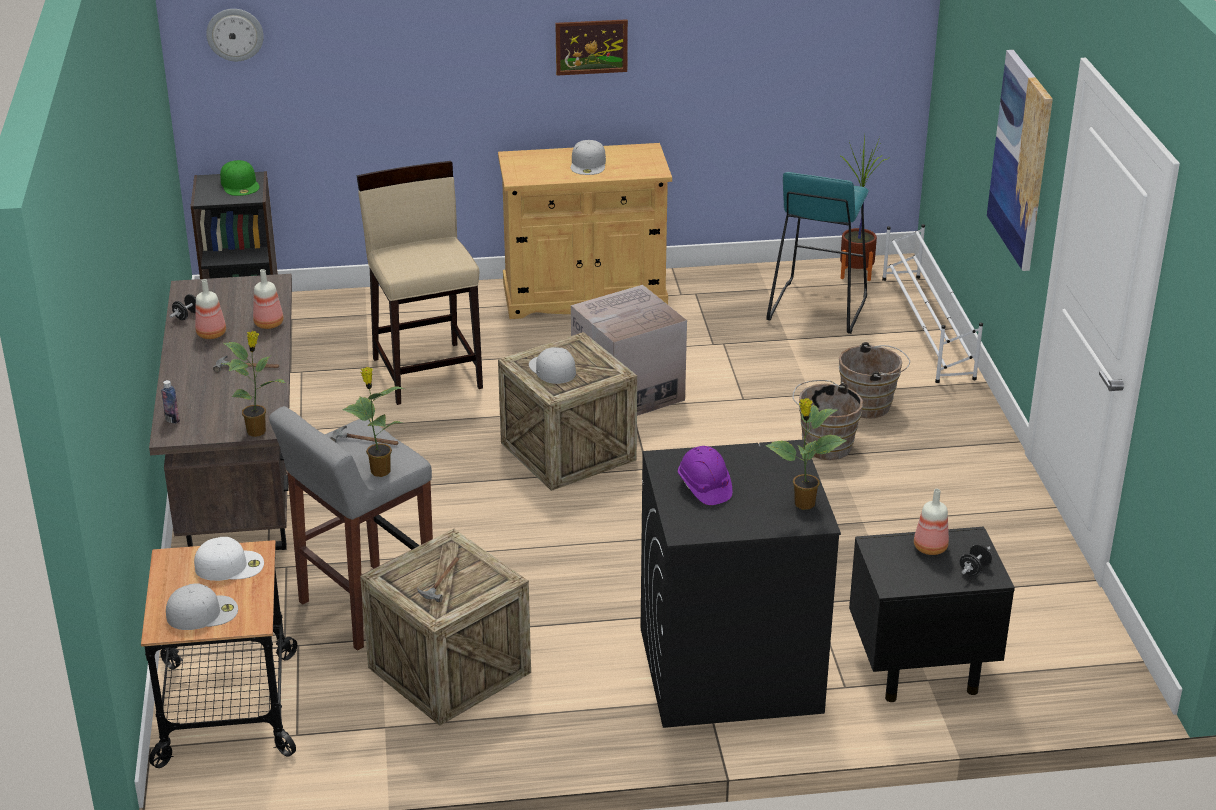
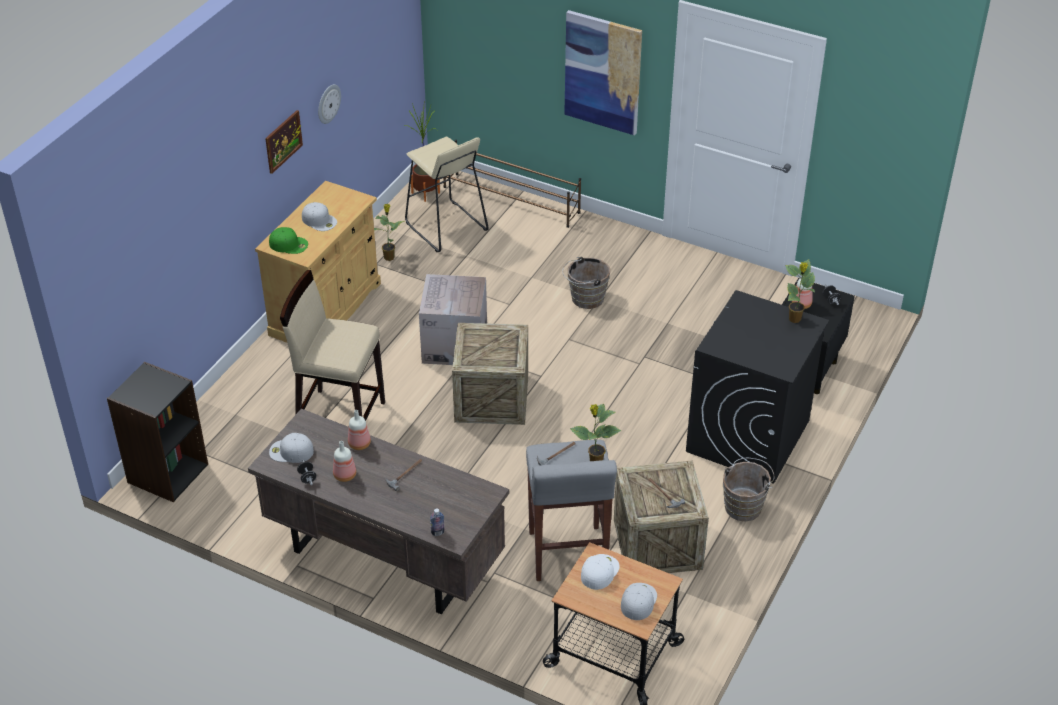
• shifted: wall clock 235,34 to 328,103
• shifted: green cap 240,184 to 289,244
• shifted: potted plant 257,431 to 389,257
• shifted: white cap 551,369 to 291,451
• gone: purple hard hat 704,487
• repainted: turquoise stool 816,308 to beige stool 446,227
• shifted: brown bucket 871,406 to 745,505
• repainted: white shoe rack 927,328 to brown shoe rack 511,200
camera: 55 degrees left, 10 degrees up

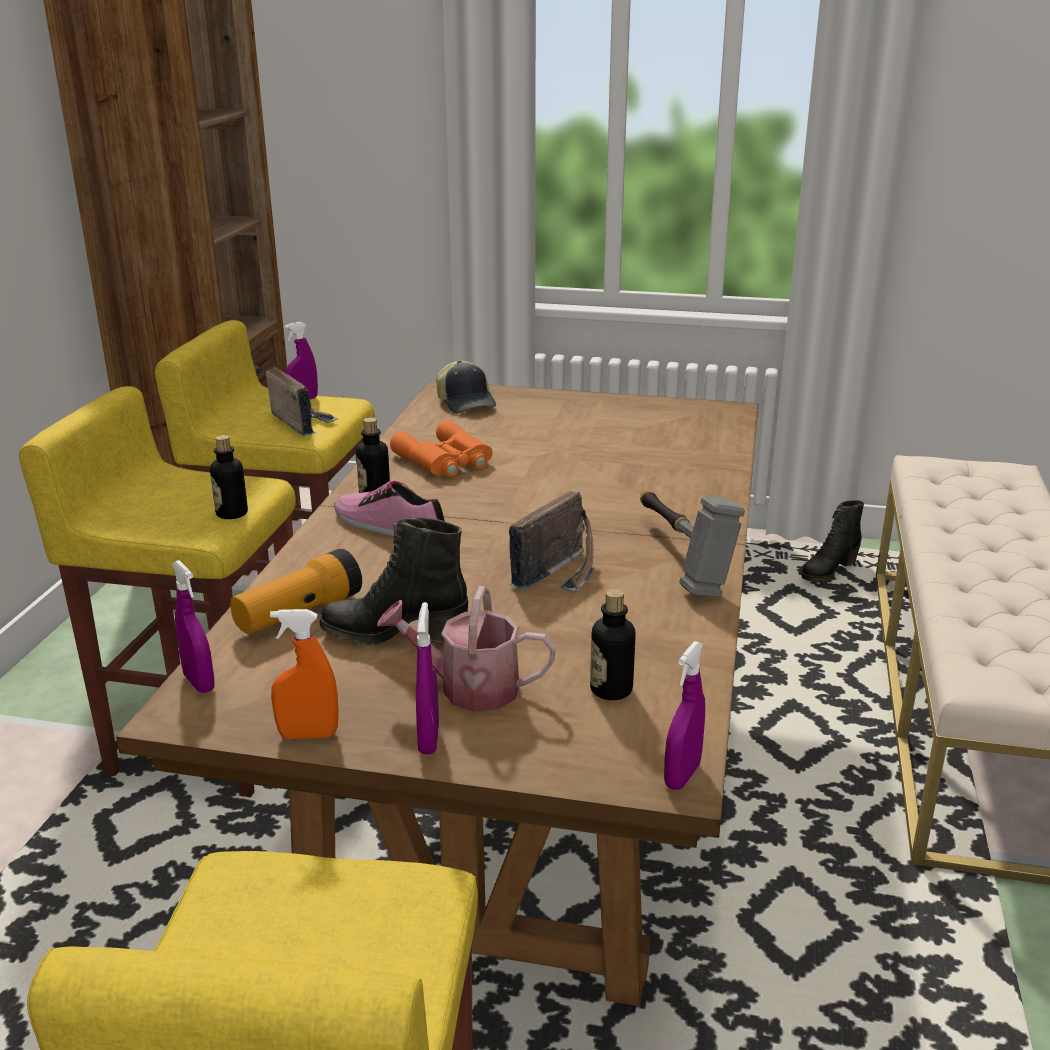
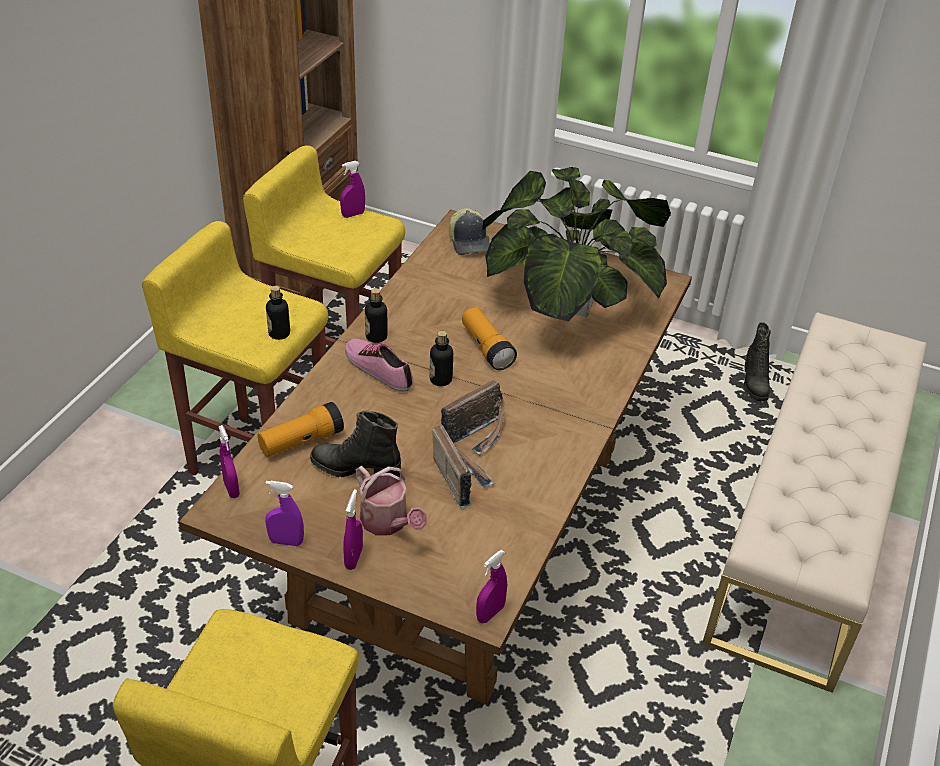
• shifted: radio 302,422 to 460,478
• repainted: orange spray bottle 308,735 to purple spray bottle 286,541
• rotated: watering can 468,688 = 388,523 150 degrees counterclockwise
• gone: orange binoculars 445,461
• shifted: bottle 611,689 to 440,379
• gone: hammer 680,560
• rotated: black boot 828,571 = 754,383 60 degrees counterclockwise
• new: flashlight 486,348
• new: potted plant 570,299
camera: 10 degrees right, 15 degrees up

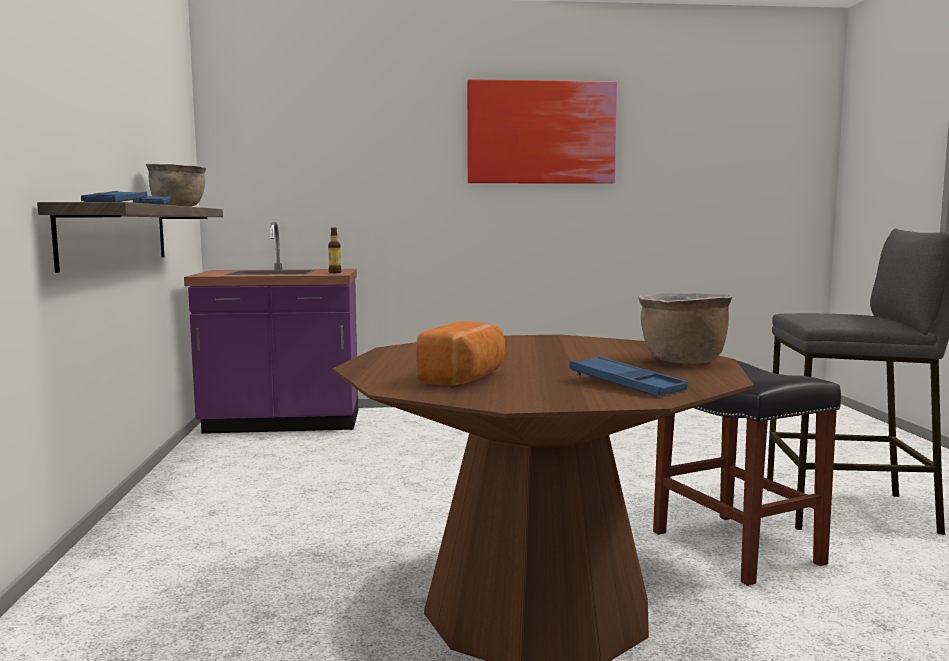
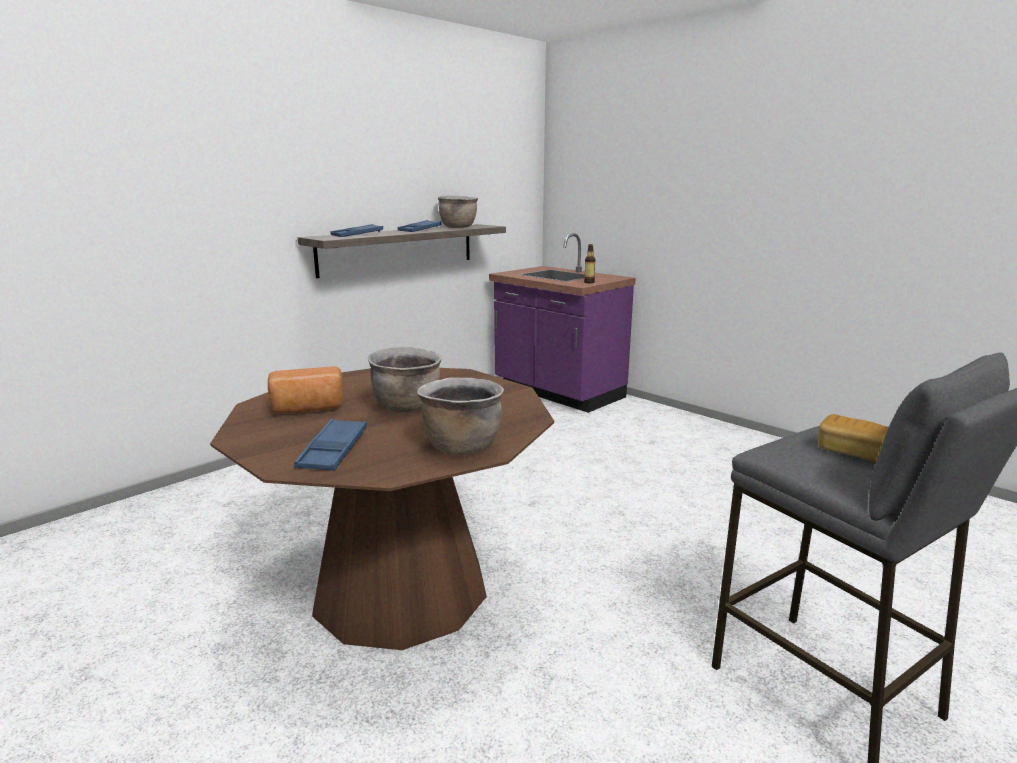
• gone: picture 541,133
• gone: black stool 738,548
• new: brown cooking pot 407,407
• new: bread 854,453
camera: 50 degrees right, 10 degrees up

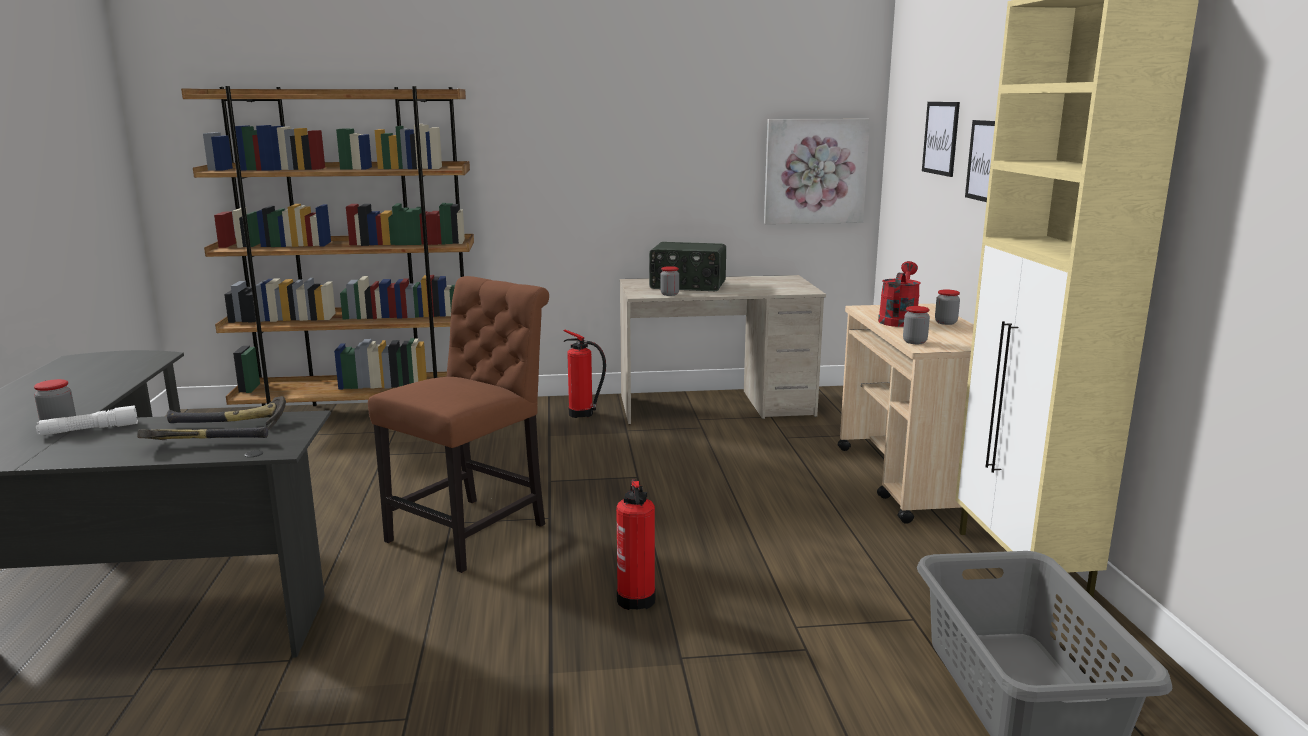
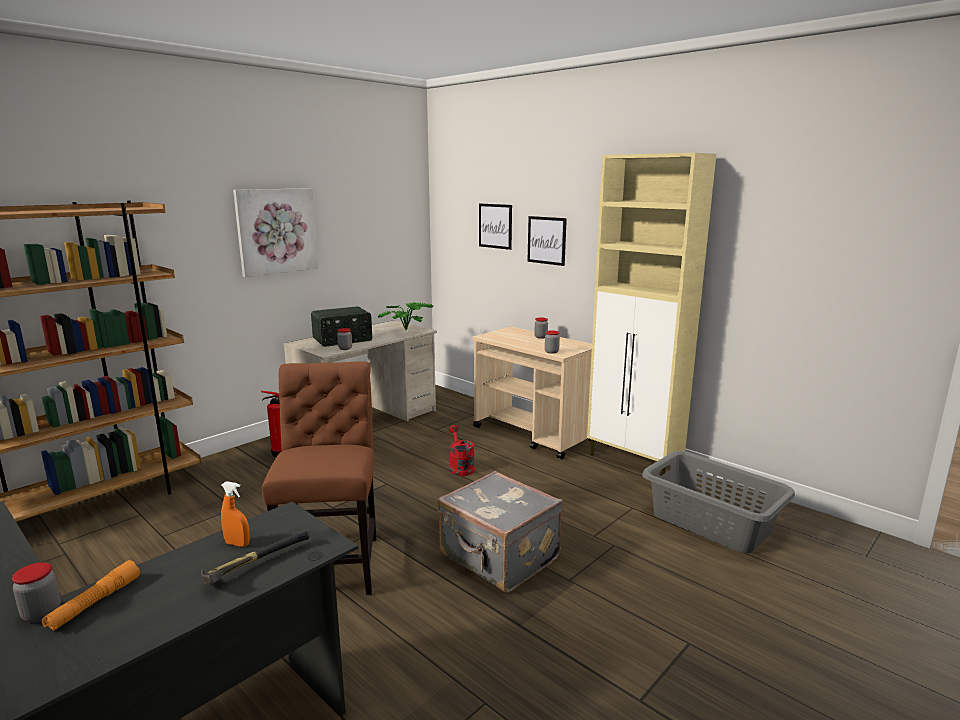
• repainted: white flashlight 89,430 to orange flashlight 95,603
• swapped: hammer 230,426 to orange spray bottle 237,544
• swapped: fire extinguisher 636,598 to grey suitcase 498,558
• shifted: picture 815,171 to 276,231
• shifted: red watering can 898,320 to 460,467
• new: potted plant 406,331
camera: 40 degrees left, 0 degrees up

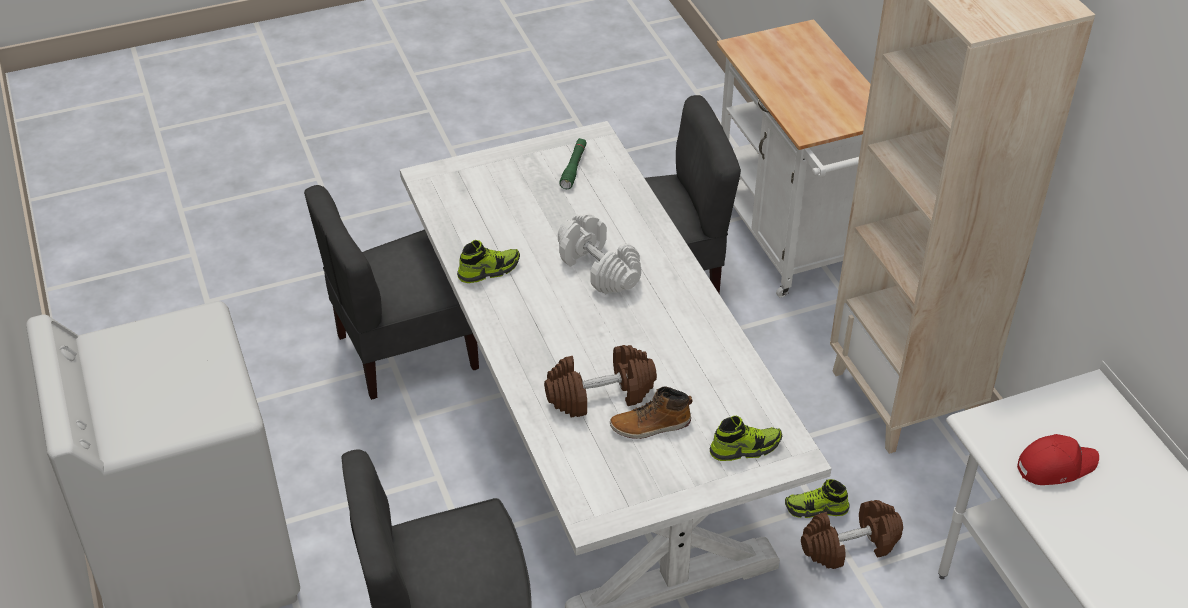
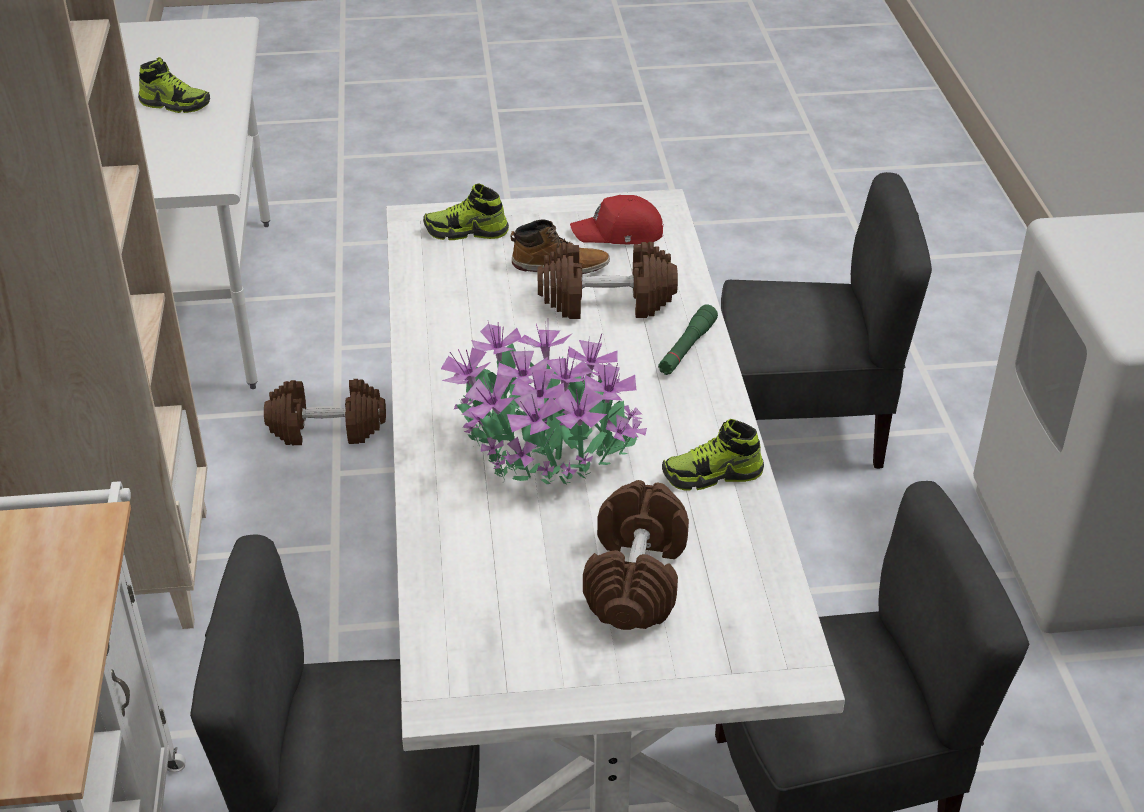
• swapped: white dumbbell 598,268 to potted plant 546,450
• shifted: green flashlight 574,168 to 687,348
• shifted: shoe 816,509 to 175,104
• shifted: red cap 1055,465 to 619,233
• new: brown dumbbell 635,578
camera: 165 degrees left, 5 degrees down

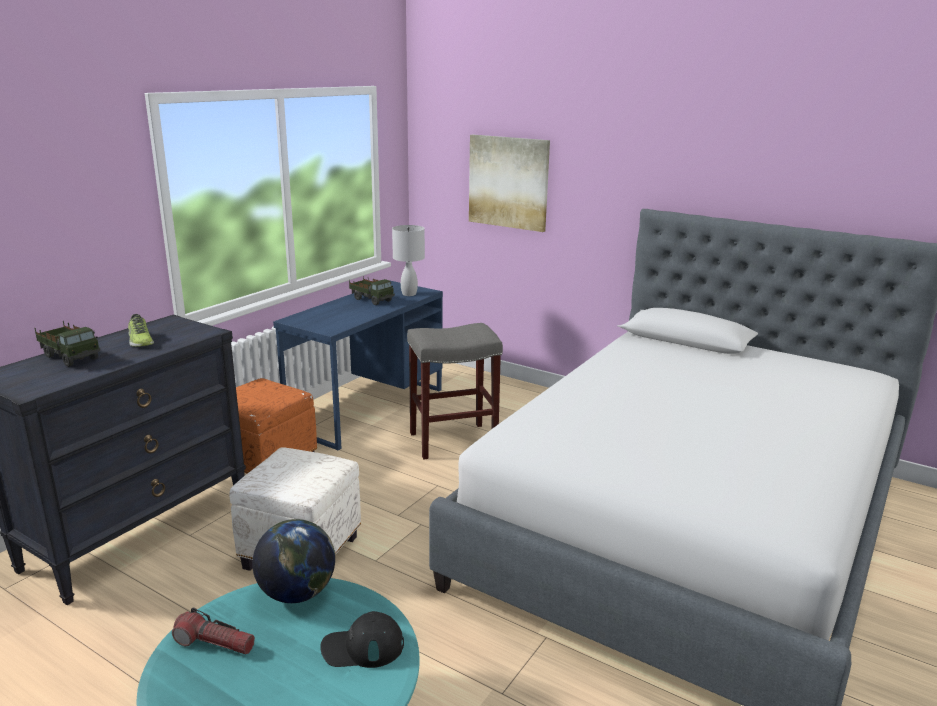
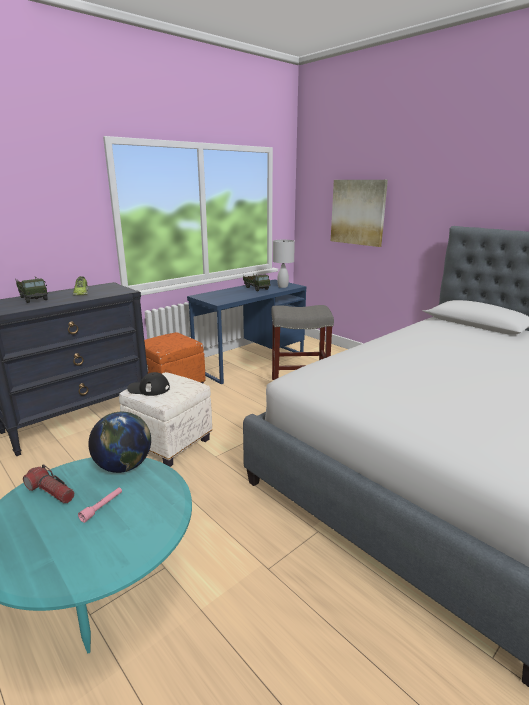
• shifted: black cap 362,647 to 148,389
• new: pink flashlight 102,507
camera: 15 degrees right, 0 degrees up

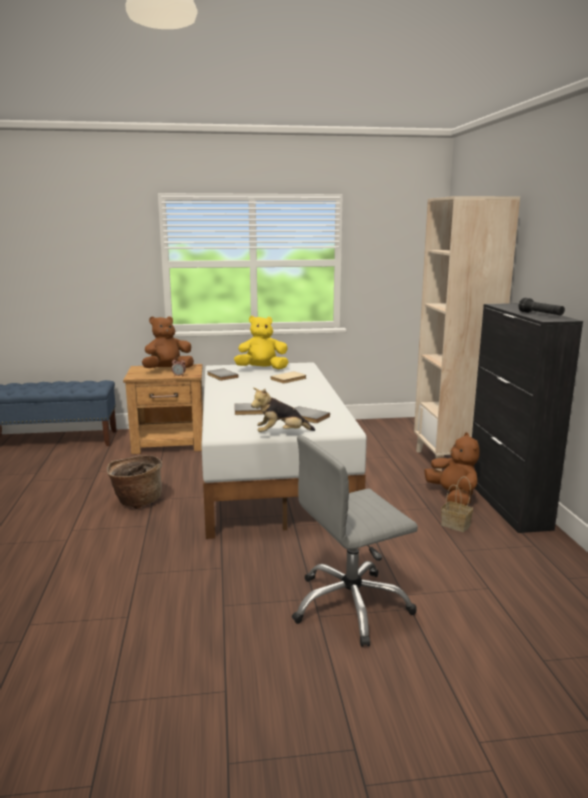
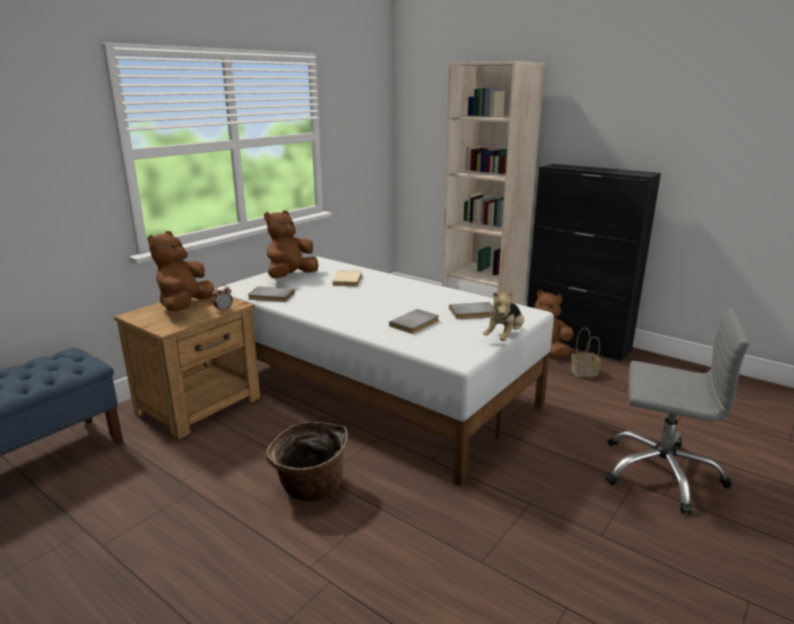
• repainted: yellow plush toy 262,369 to brown plush toy 290,276
• rotated: grey office chair 351,606 = 661,472 90 degrees counterclockwise
• gone: black flashlight 541,315
camera: 45 degrees left, 5 degrees up

